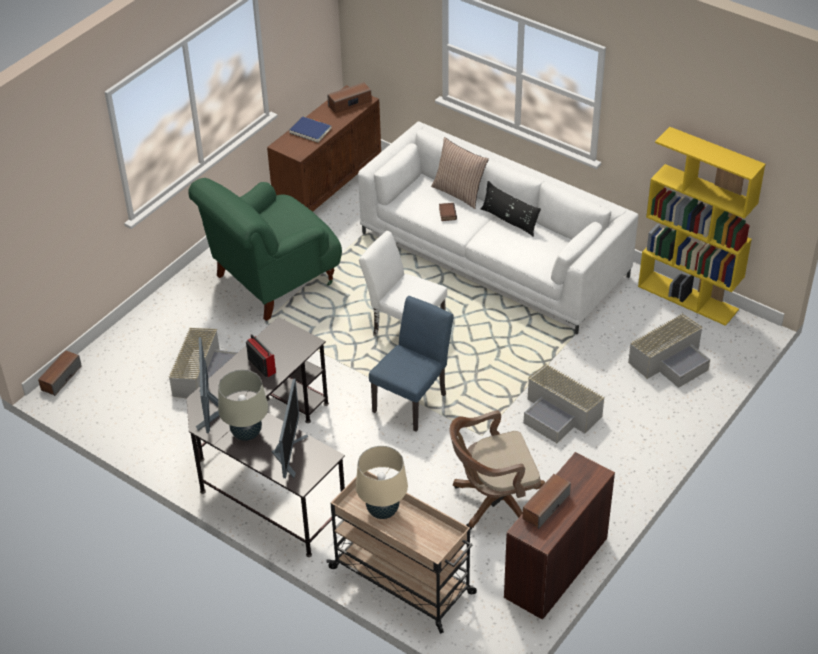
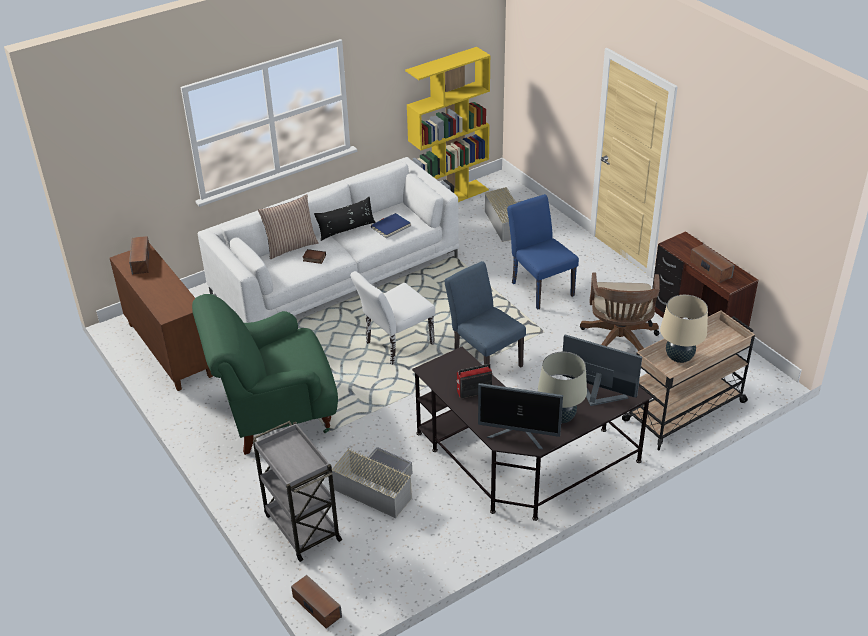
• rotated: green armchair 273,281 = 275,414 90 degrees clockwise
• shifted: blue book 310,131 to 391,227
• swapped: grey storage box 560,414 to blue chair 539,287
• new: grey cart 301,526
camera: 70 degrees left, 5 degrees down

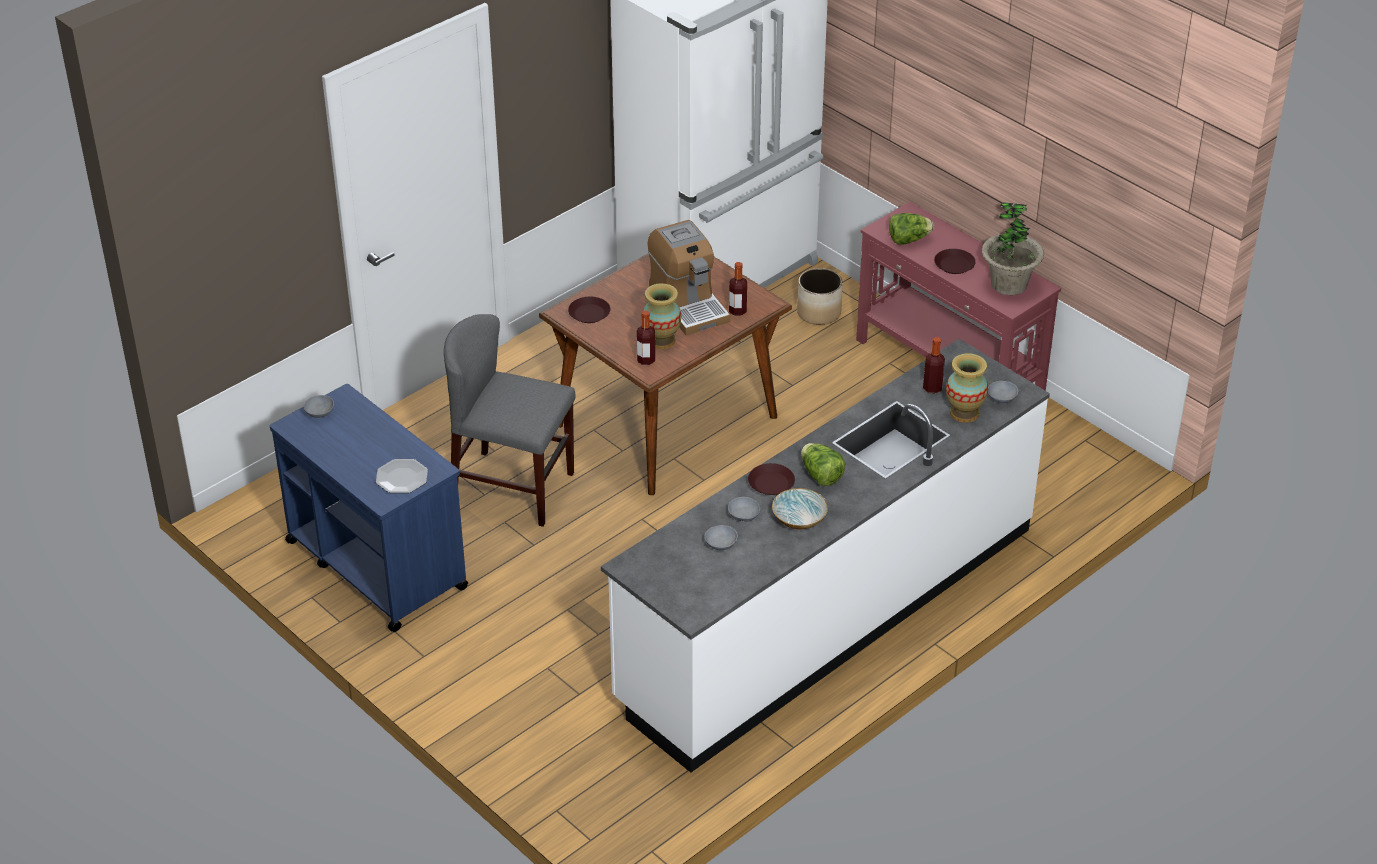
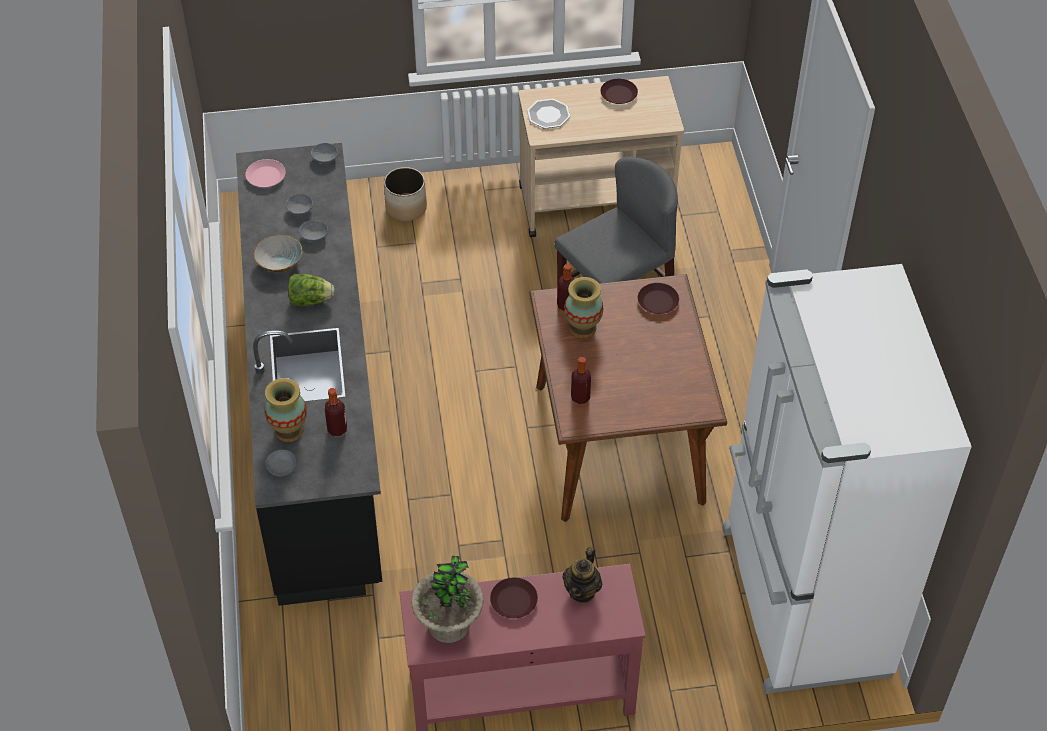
• repainted: blue cart 375,563 to beige cart 597,204
• shifted: grey bowl 319,411 to 325,158
• repainted: white counter 827,614 to black counter 318,416
• gone: coffee machine 688,304
• shifted: brown plate 770,483 to 619,94
• shifted: planter 818,313 to 406,208
• swapped: lettuce 908,240 to teapot 582,591
• new: pink plate 266,177
camera: 125 degrees right, 10 degrees up

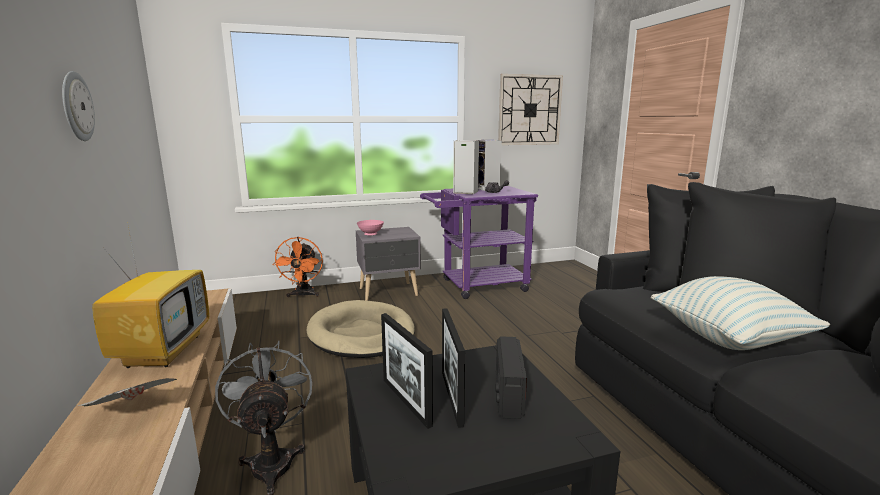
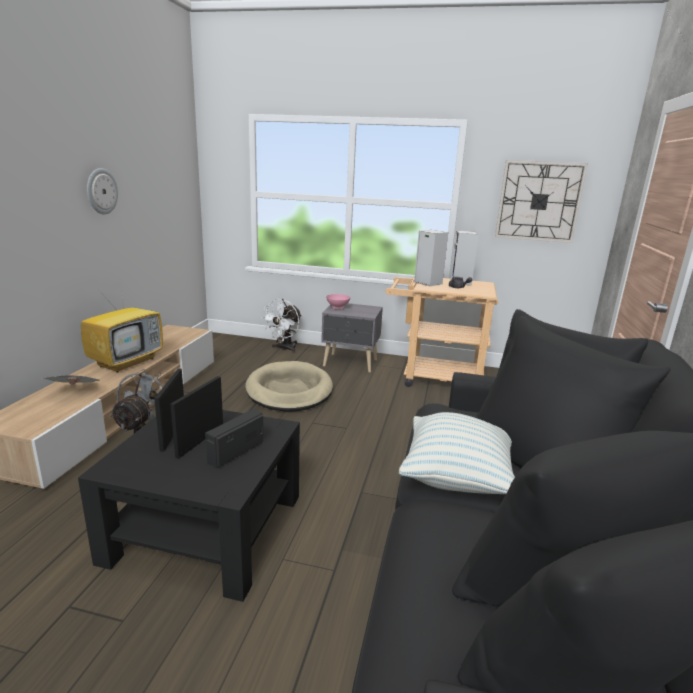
• repainted: orange fan 303,295 to white fan 284,349
• repainted: purple cart 477,286 to beige cart 434,378
camera: 30 degrees right, 5 degrees up

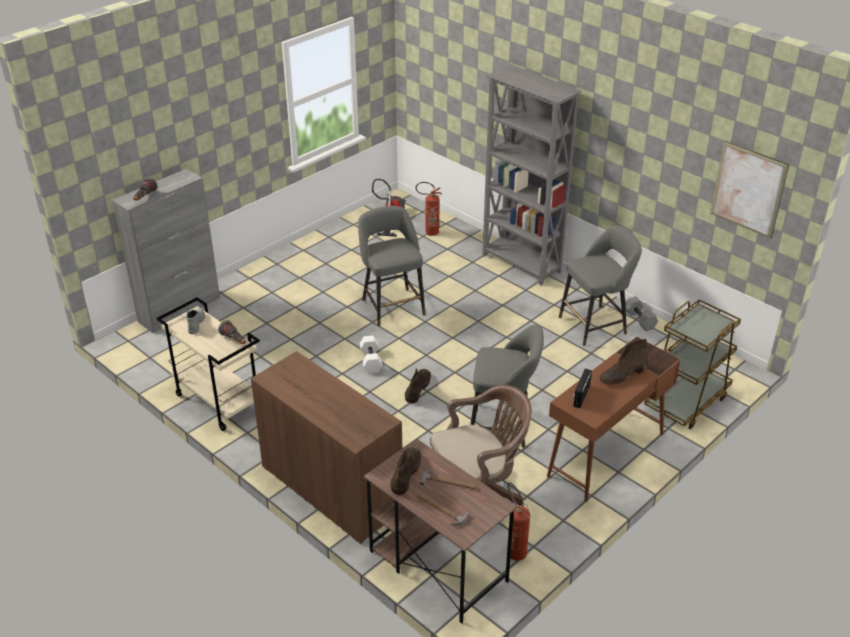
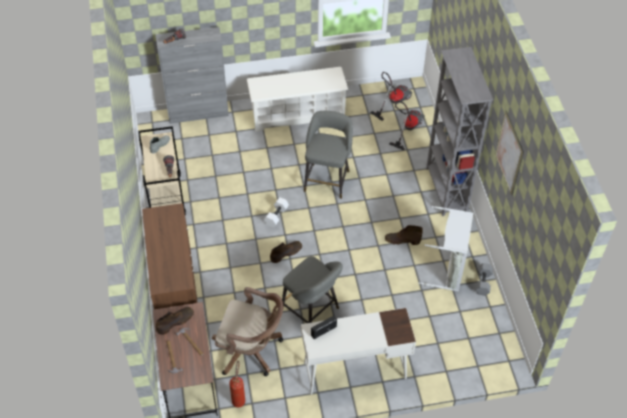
• swapped: fire extinguisher 428,232 to vacuum cleaner 407,128
• repainted: brown desk 605,455 to white desk 354,370
• swapped: grey stool 596,324 to grey laundry basket 448,269
• shifted: brown boot 622,375 to 402,240
• gone: brown cart 686,401
• shifted: picture 748,189 to 509,153
• new: white shoe rack 297,114
camera: 35 degrees right, 15 degrees up

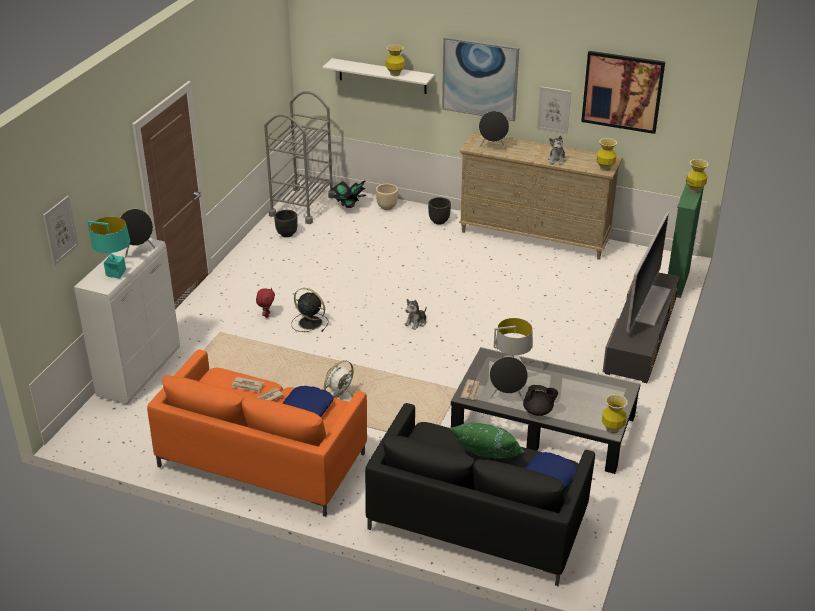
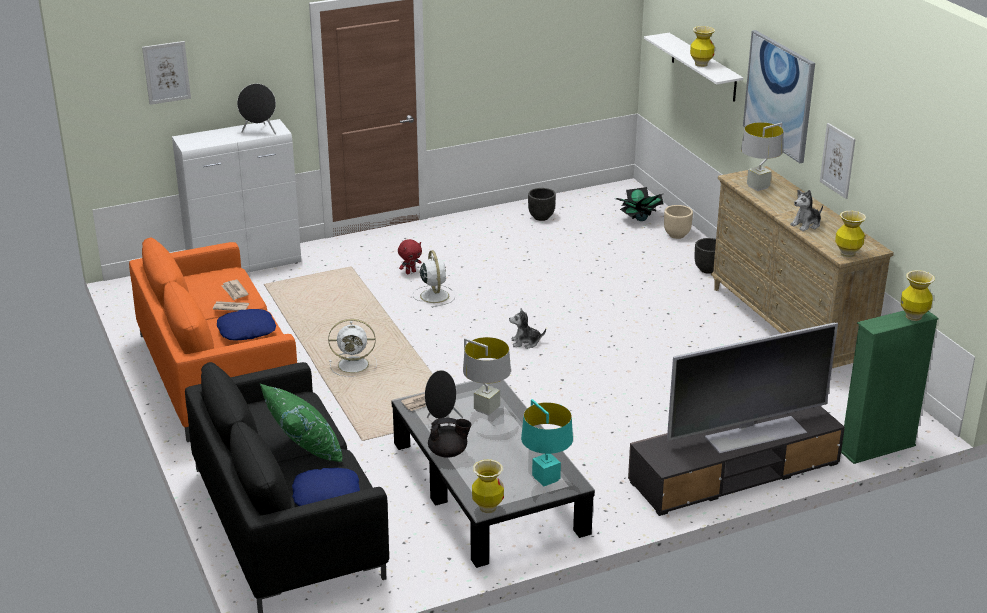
• shifted: turquoise table lamp 116,274 to 546,479
• gone: grey cart 302,205
• repainted: black fan 309,322 to white fan 434,295
• swapped: black speaker 493,147 to grey table lamp 758,187
• rotated: black teapot 538,411 = 448,453 60 degrees counterclockwise
• gone: picture 622,91
camera: 45 degrees right, 5 degrees down

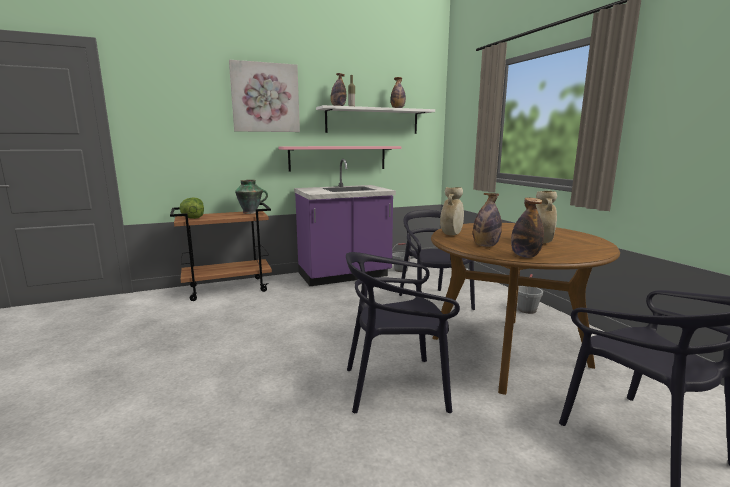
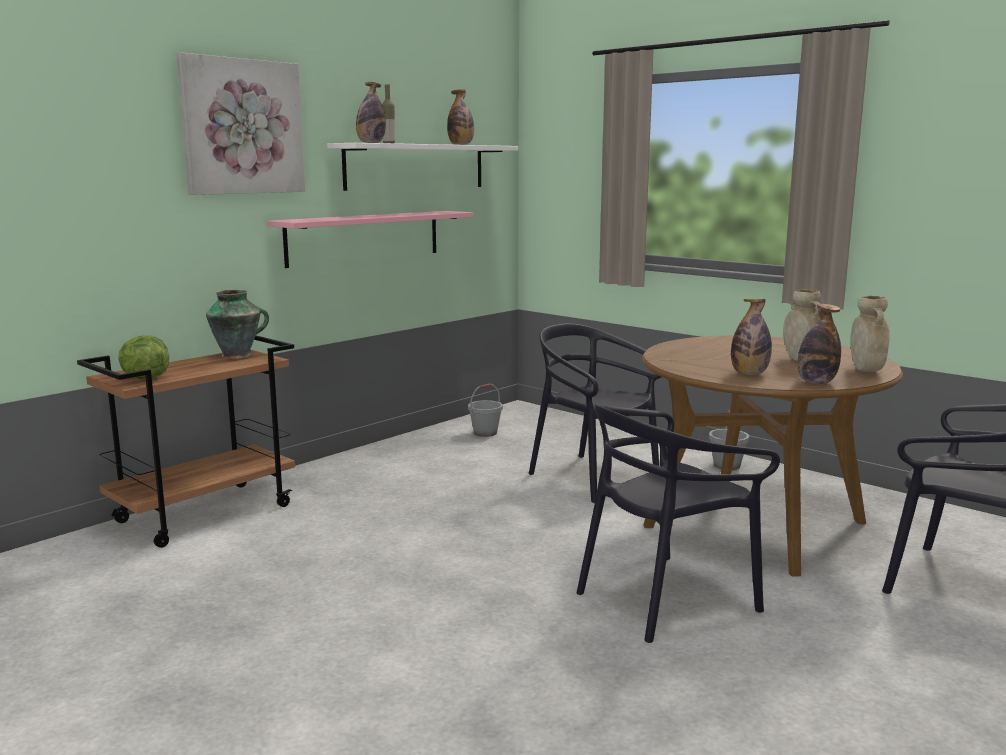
• gone: purple counter 344,276
• shifted: beige vase 451,235 to 866,371
camera: 25 degrees left, 0 degrees up

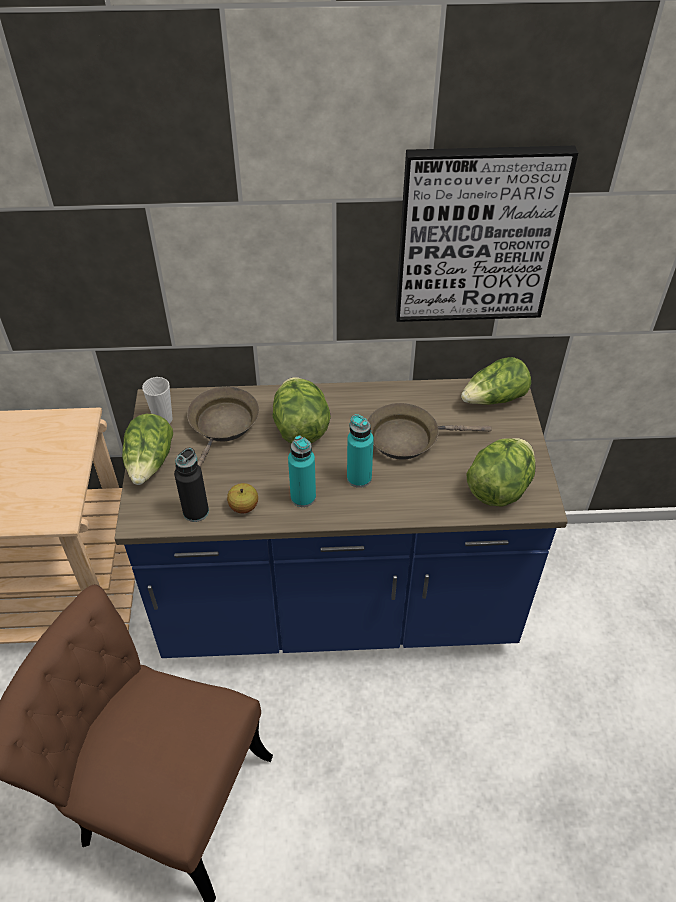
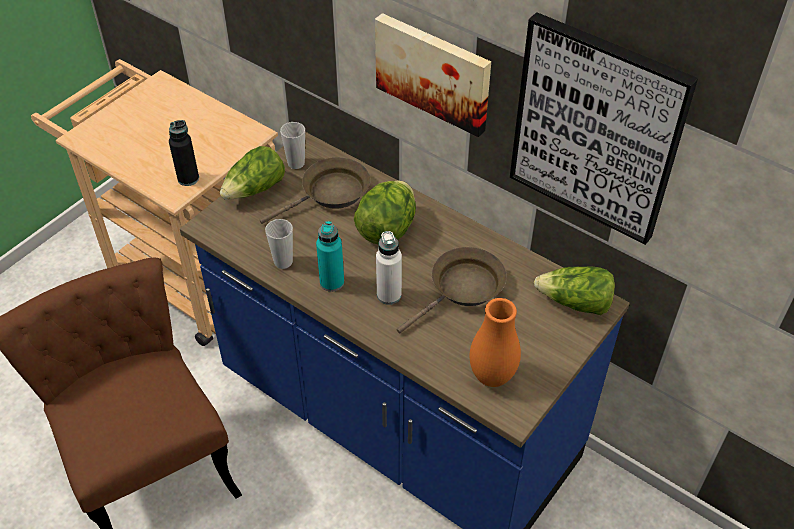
• shifted: black bottle 196,512 to 188,178
• swapped: apple 243,507 to cup 283,262
• repainted: turquoise bottle 359,478 to white bottle 389,295
• rotated: brown frying pan 408,438 = 463,289 105 degrees clockwise
• swapped: lettuce 498,488 to orange vase 492,376
• new: picture 434,72
camera: 40 degrees right, 0 degrees up

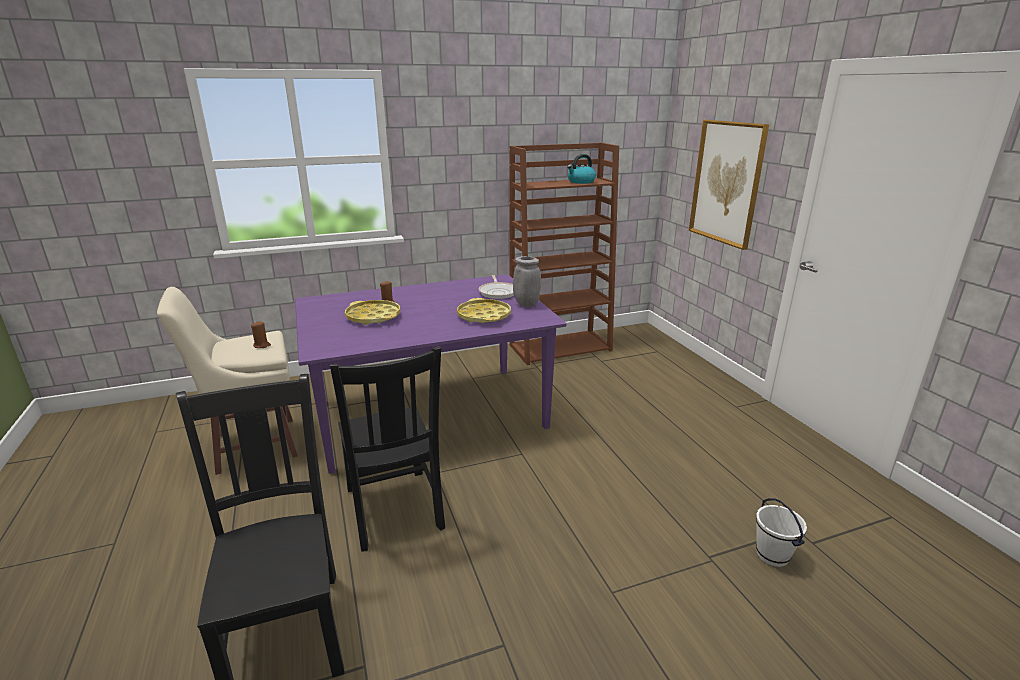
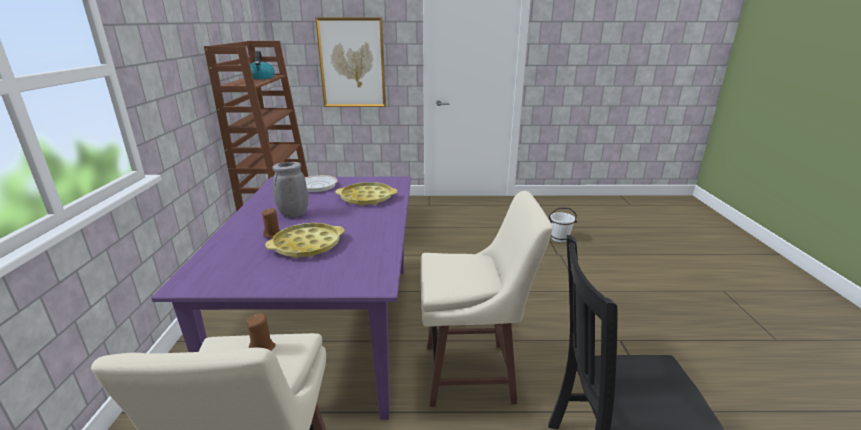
• swapped: black chair 394,510 to beige stool 472,374
• shifted: grey vase 525,304 to 293,214
camera: 70 degrees left, 0 degrees up

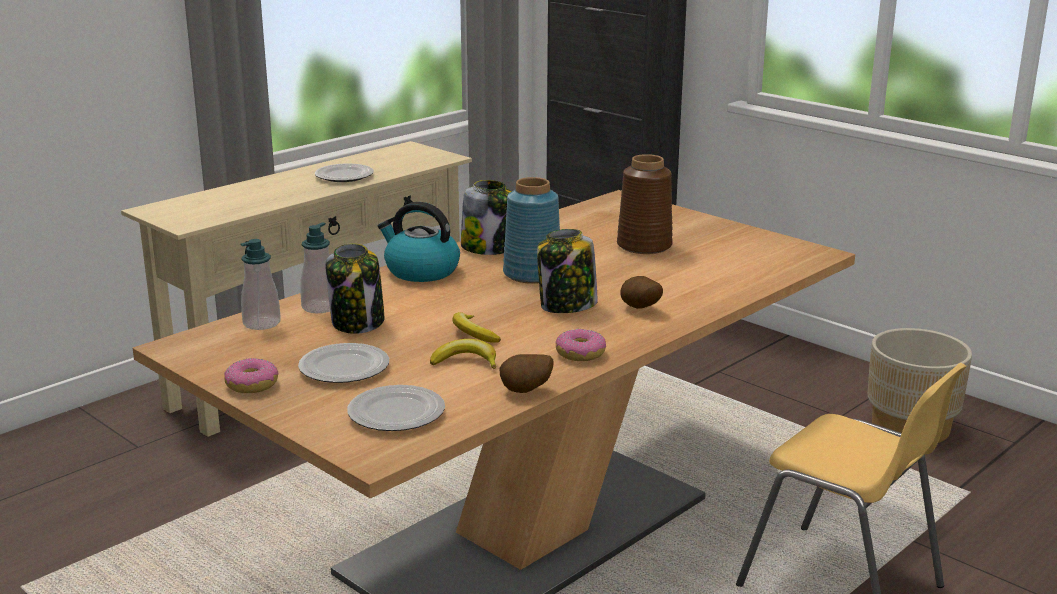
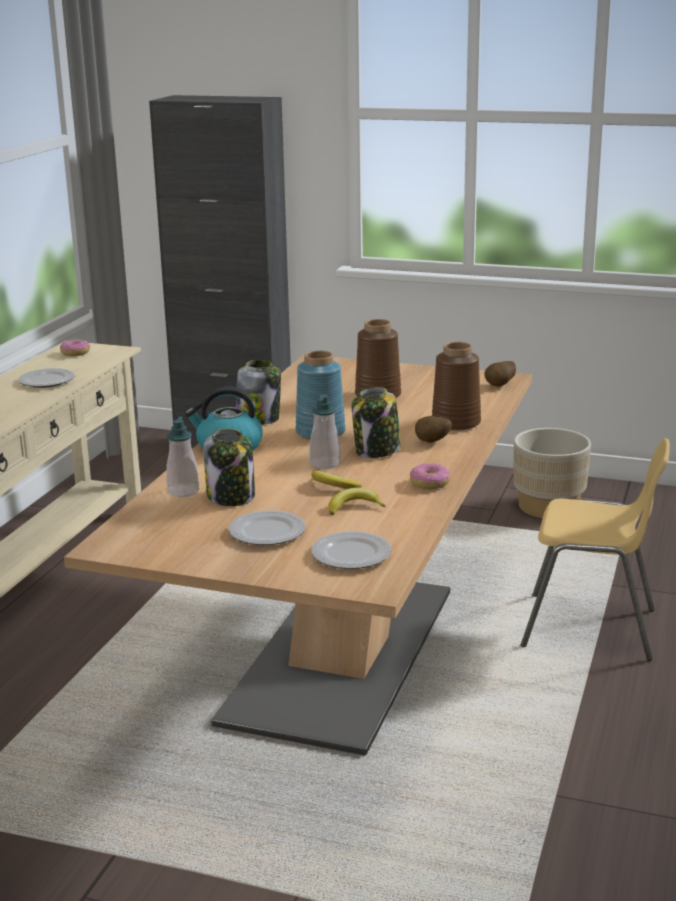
• shifted: donut 252,385 to 75,353
• shifted: soap dispenser 262,323 to 325,464
• shifted: potato 526,392 to 500,386
• new: brown vase 456,422
camera: 25 degrees left, 0 degrees up

